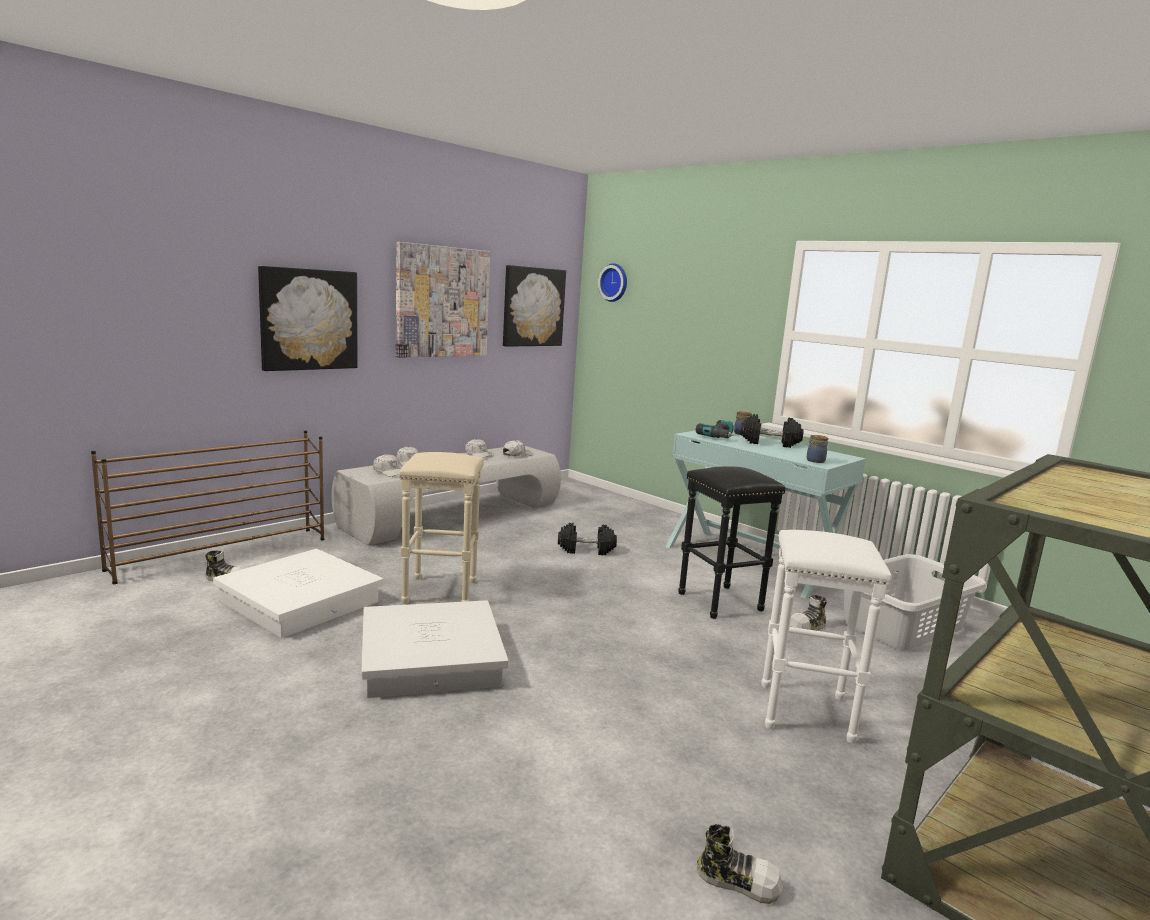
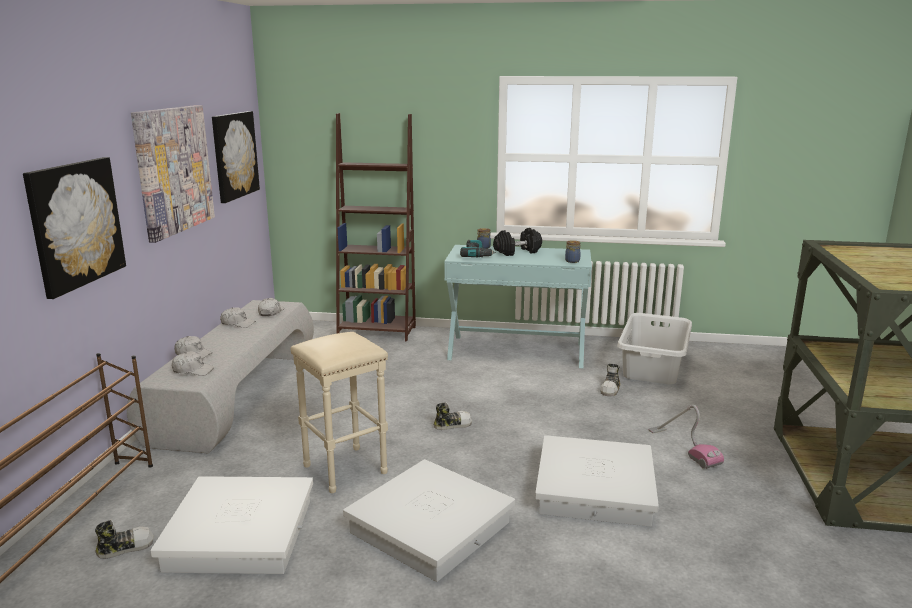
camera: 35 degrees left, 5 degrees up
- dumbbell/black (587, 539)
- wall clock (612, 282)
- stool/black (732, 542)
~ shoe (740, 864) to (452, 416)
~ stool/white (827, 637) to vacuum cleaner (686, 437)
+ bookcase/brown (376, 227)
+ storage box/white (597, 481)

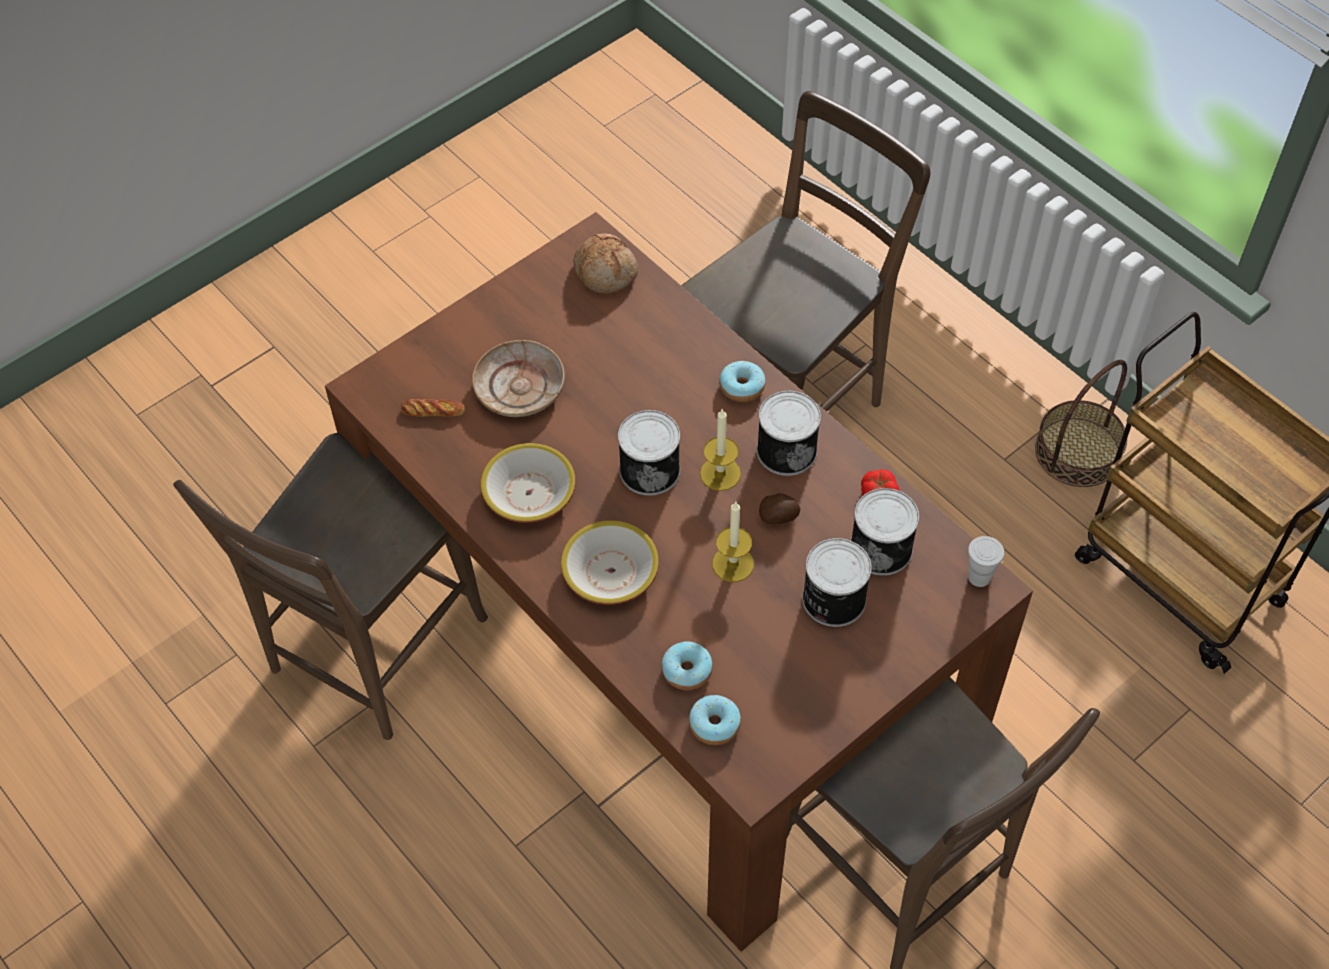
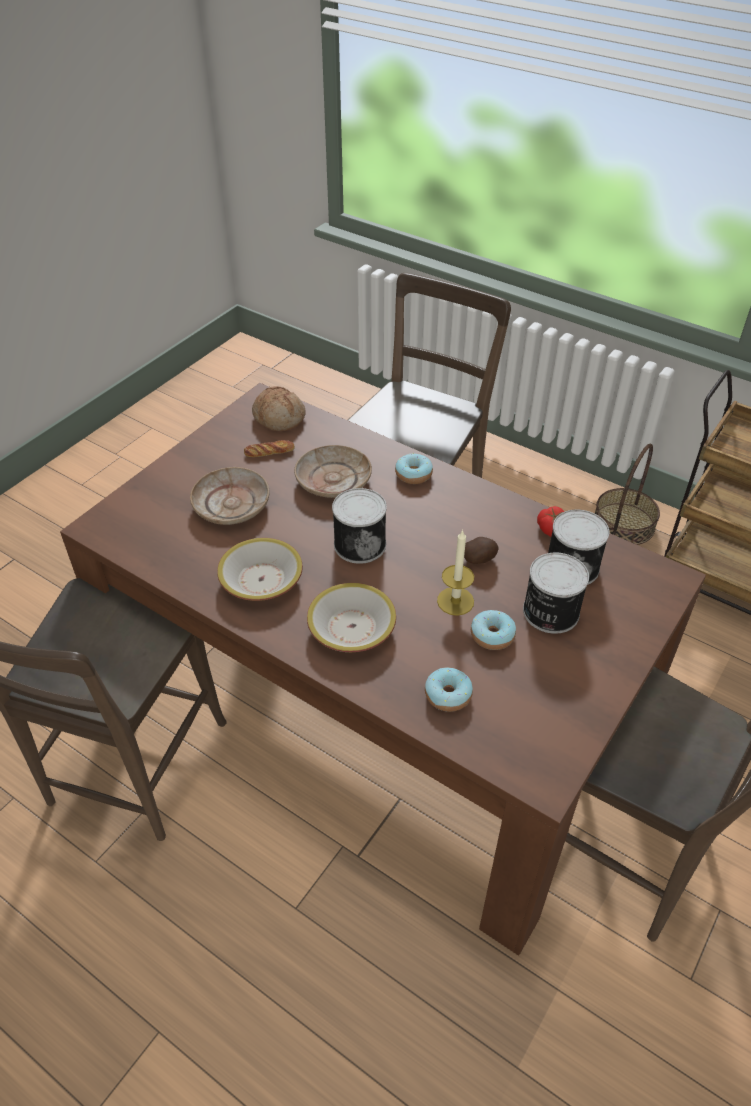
camera: 15 degrees left, 10 degrees down
~ bread (433, 408) to (269, 448)
~ donut (715, 720) to (493, 630)
- candle (720, 449)
- can (789, 433)
- cup/white (986, 561)
+ plate/beige (333, 471)

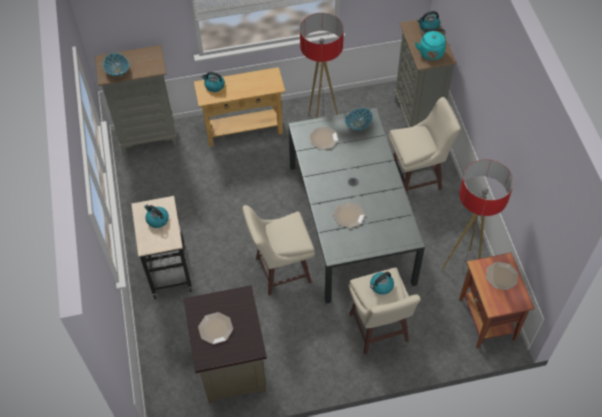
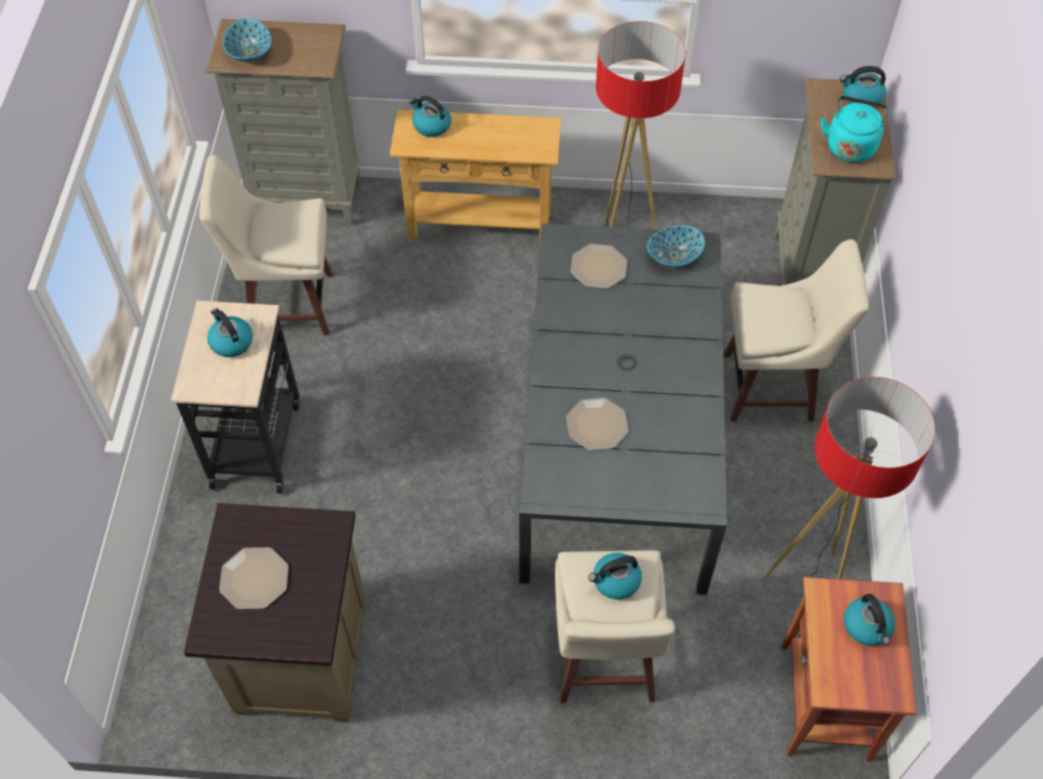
camera: 15 degrees right, 0 degrees up
~ stool/beige (278, 250) to (266, 245)
~ plate (502, 276) to kettle (869, 620)

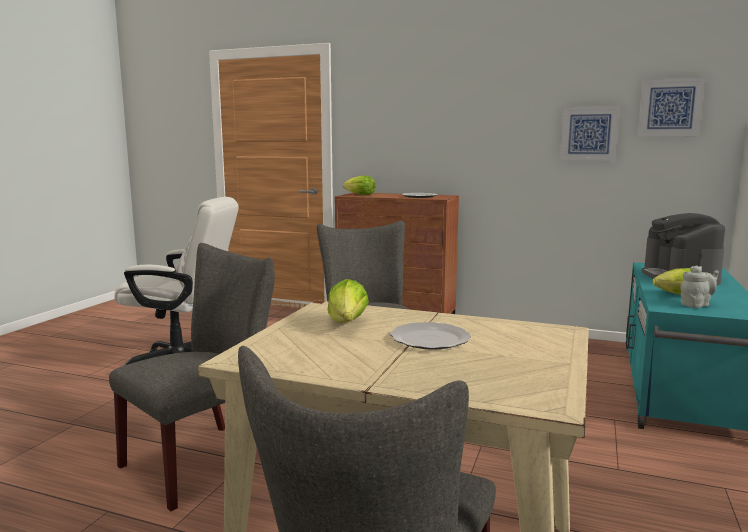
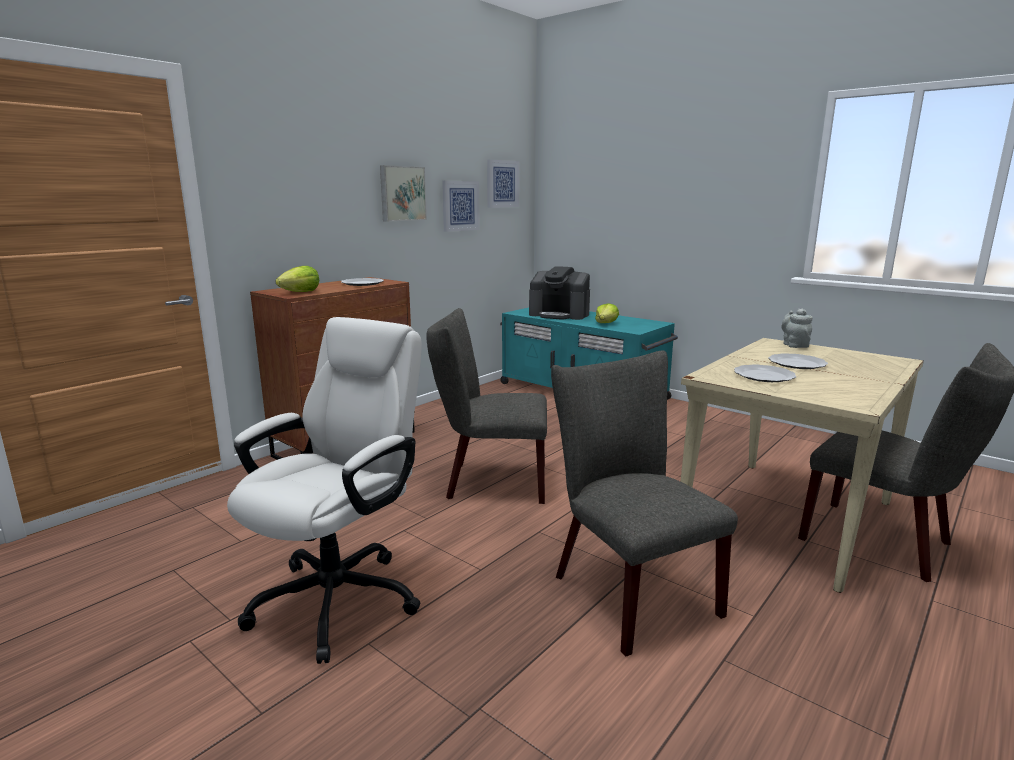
camera: 70 degrees left, 5 degrees up
~ lettuce (348, 301) to plate (765, 373)
~ teapot/grey (700, 286) to (797, 328)
+ picture (403, 193)

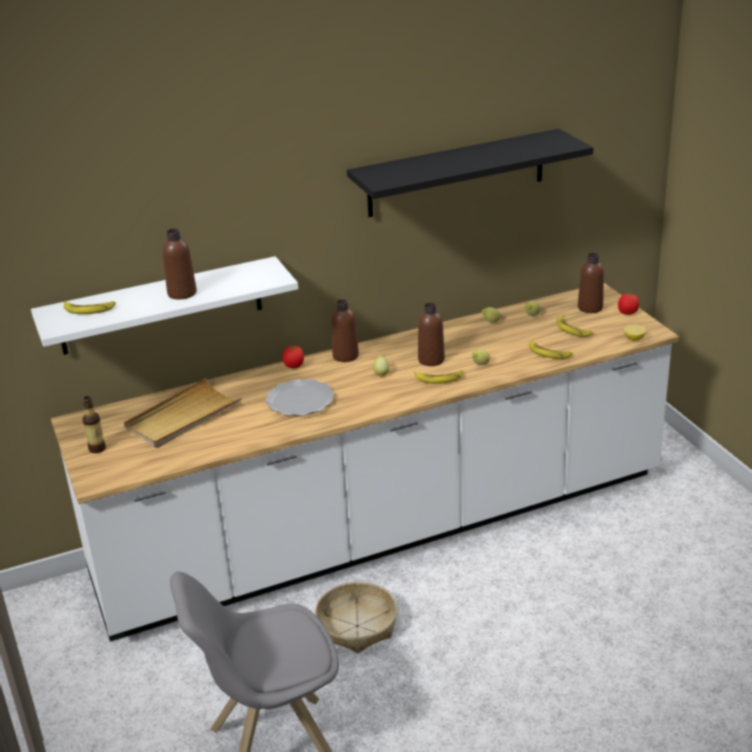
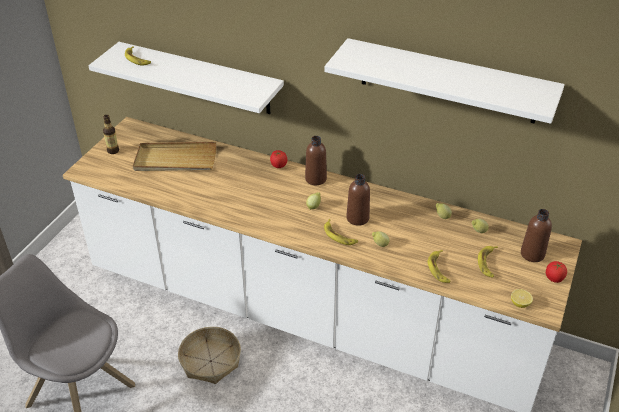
camera: 45 degrees right, 10 degrees up
- bottle/brown (179, 264)
- plate (300, 397)
~ shelf/black (470, 173) to shelf/white (444, 81)

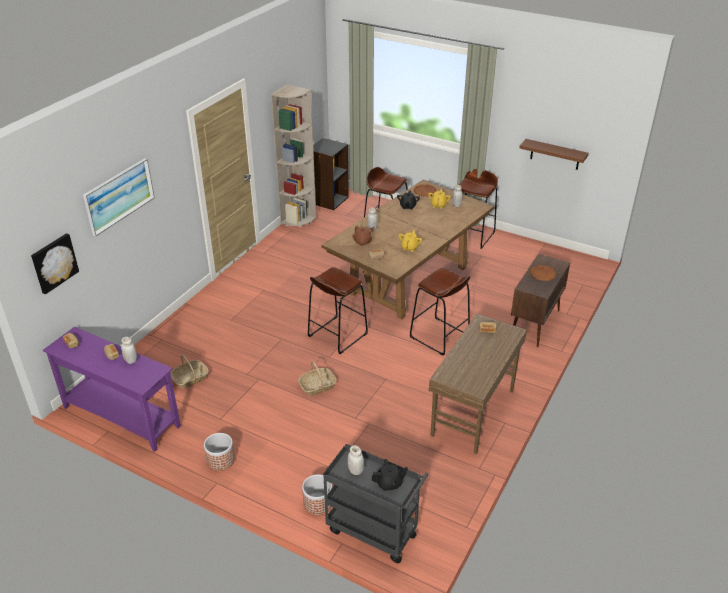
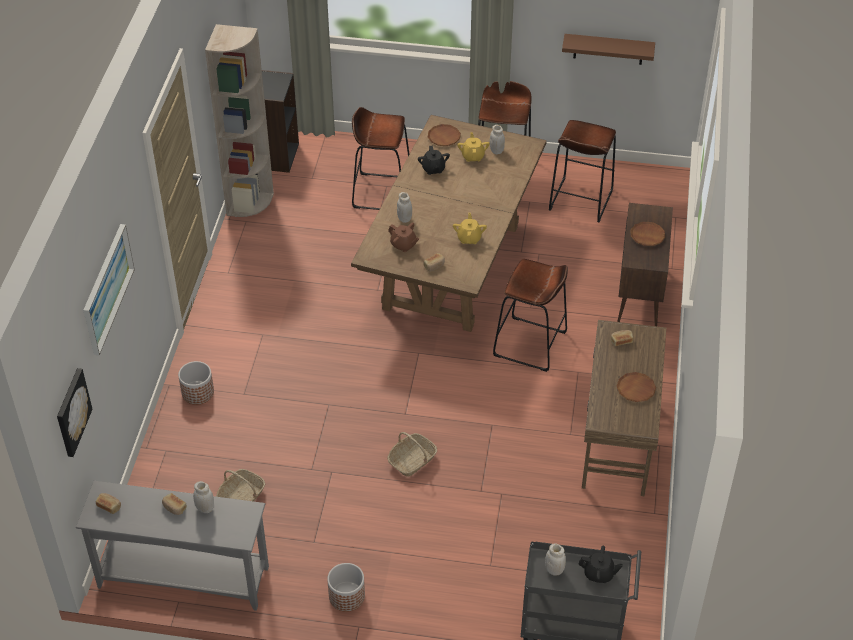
camera: 20 degrees left, 10 degrees up
~ console table/purple (112, 389) to console table/grey (172, 546)
~ planter (317, 494) to (196, 383)
~ stool/brown (338, 310) to (582, 171)
~ teapot/black (390, 475) = (600, 564) 45 degrees clockwise
+ plate/brown (636, 387)

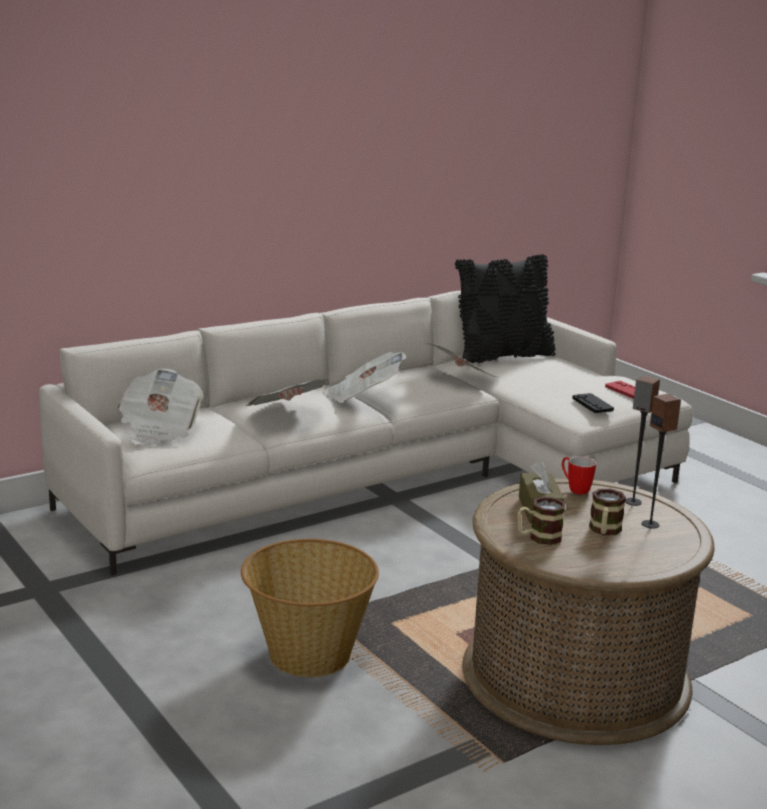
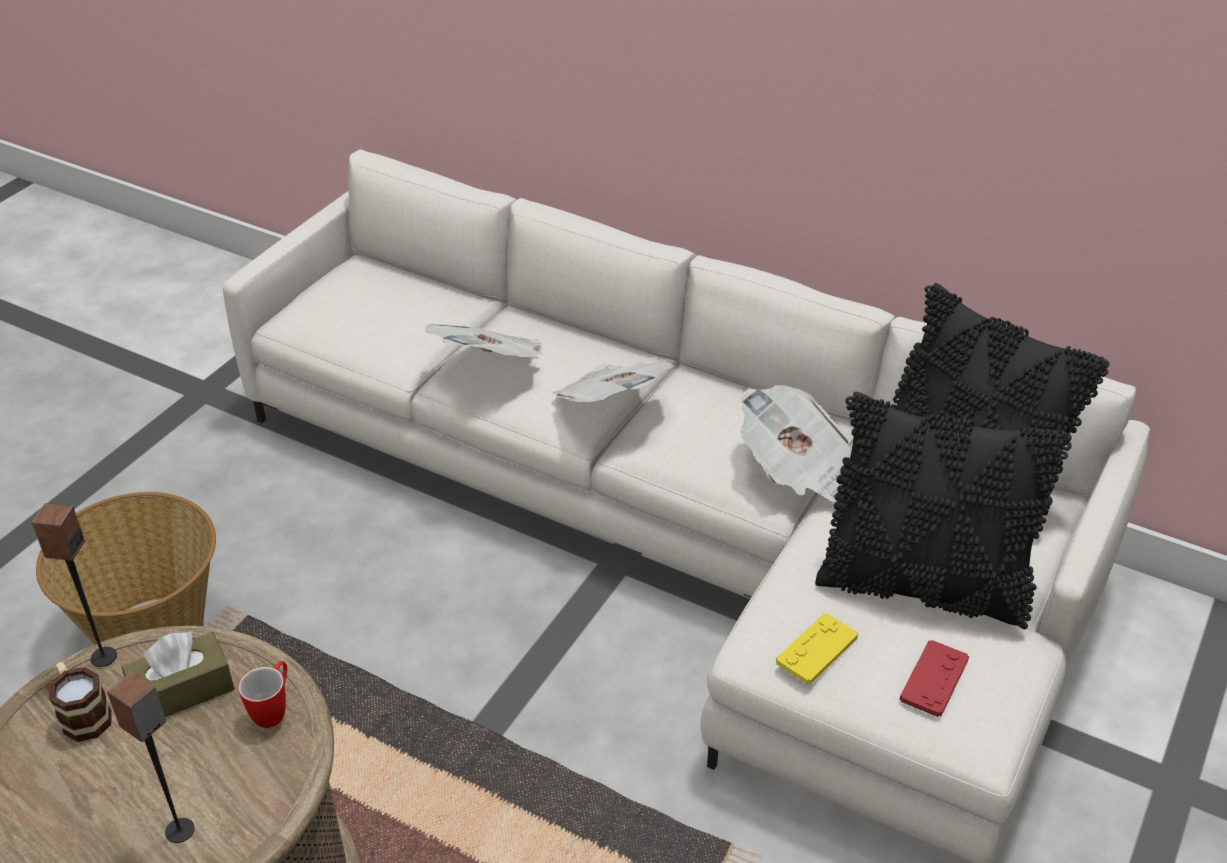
camera: 65 degrees right, 20 degrees up
- newspaper (161, 407)
~ game controller/black (593, 403) to game controller/yellow (817, 649)
- mug (607, 512)
~ speaker (642, 441) to (74, 585)
+ pillow/black (943, 510)

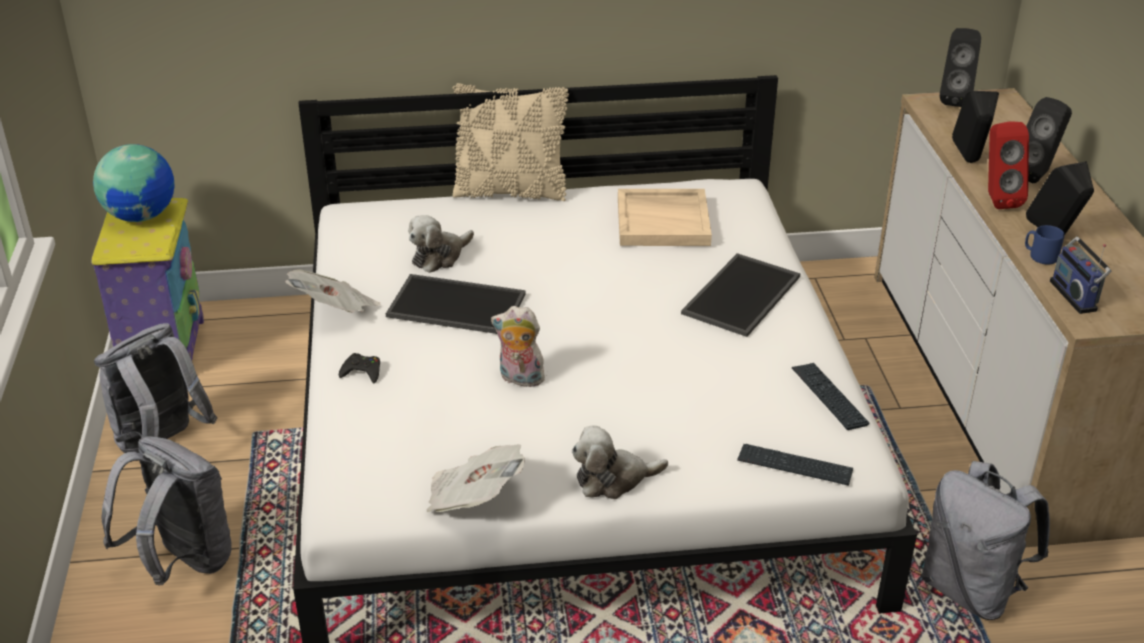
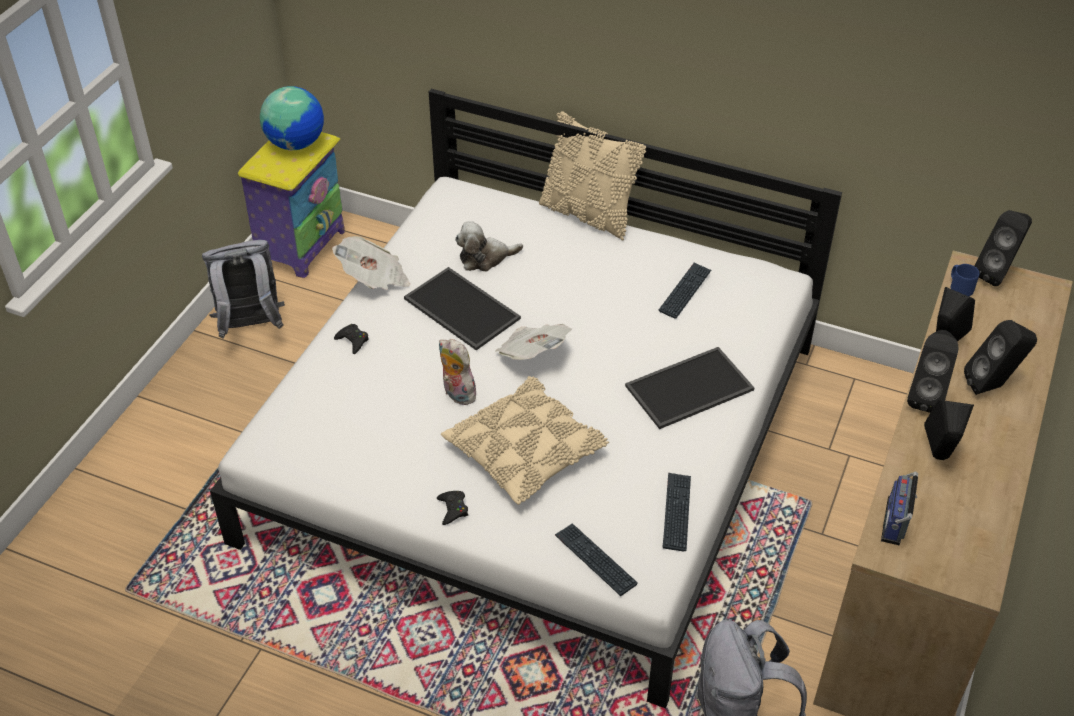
camera: 30 degrees right, 10 degrees up
- backpack/grey (166, 510)
~ newspaper (476, 478) to (534, 342)
~ plush toy (620, 462) to game controller/black (452, 508)
~ tray/beige (665, 217) to keyboard (684, 290)
~ speaker/red (1008, 165) to speaker/black (932, 371)
~ mug/blue (1044, 244) to (964, 280)
+ pillow/beige (525, 440)

